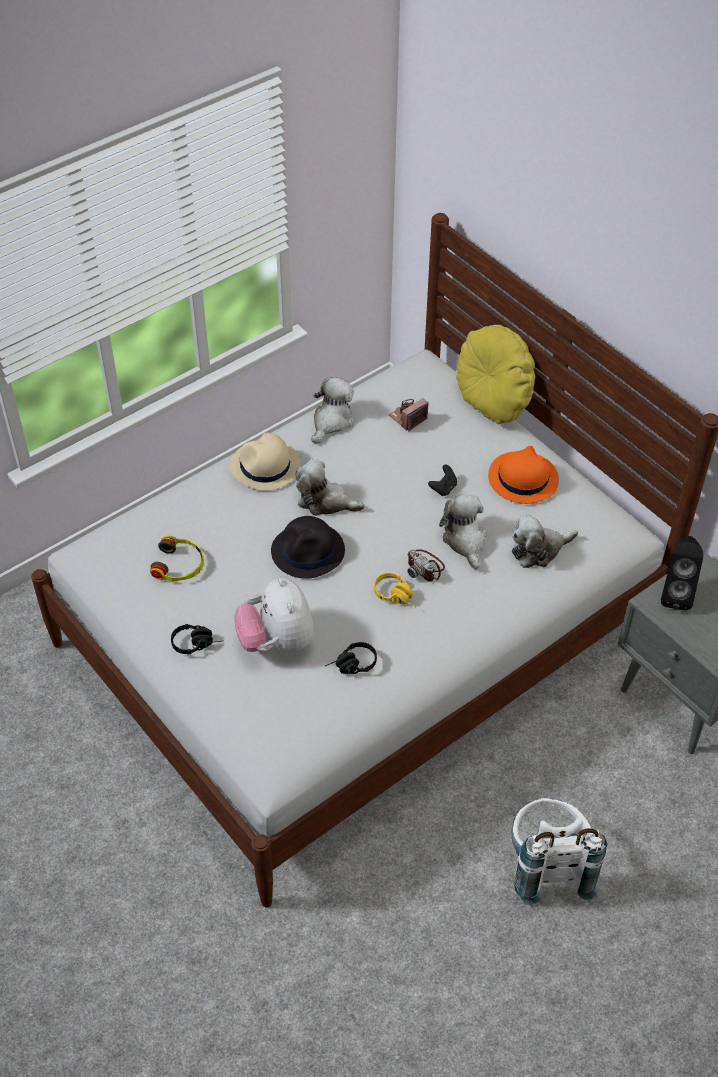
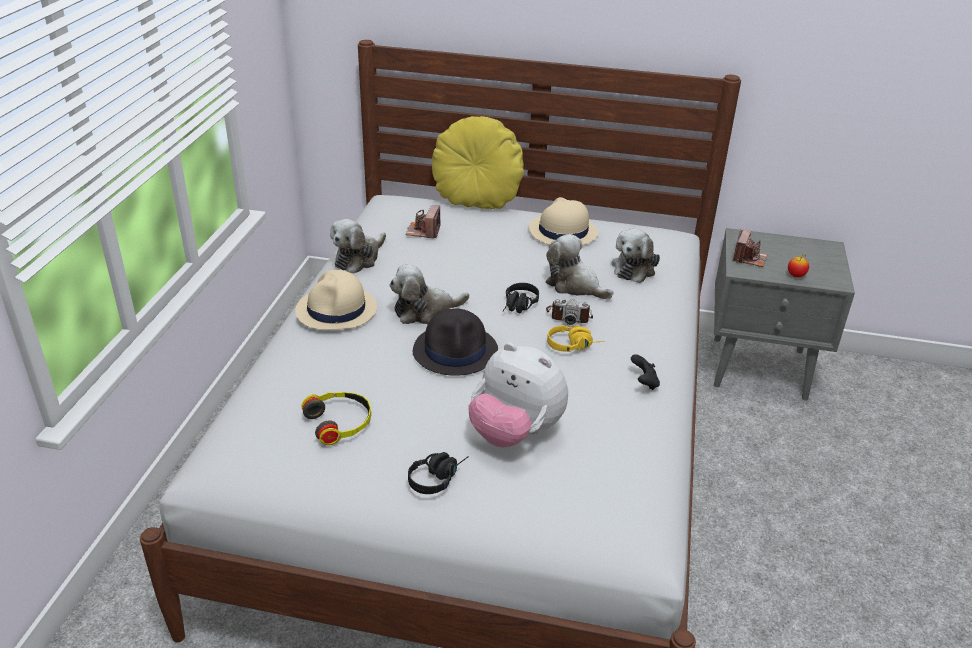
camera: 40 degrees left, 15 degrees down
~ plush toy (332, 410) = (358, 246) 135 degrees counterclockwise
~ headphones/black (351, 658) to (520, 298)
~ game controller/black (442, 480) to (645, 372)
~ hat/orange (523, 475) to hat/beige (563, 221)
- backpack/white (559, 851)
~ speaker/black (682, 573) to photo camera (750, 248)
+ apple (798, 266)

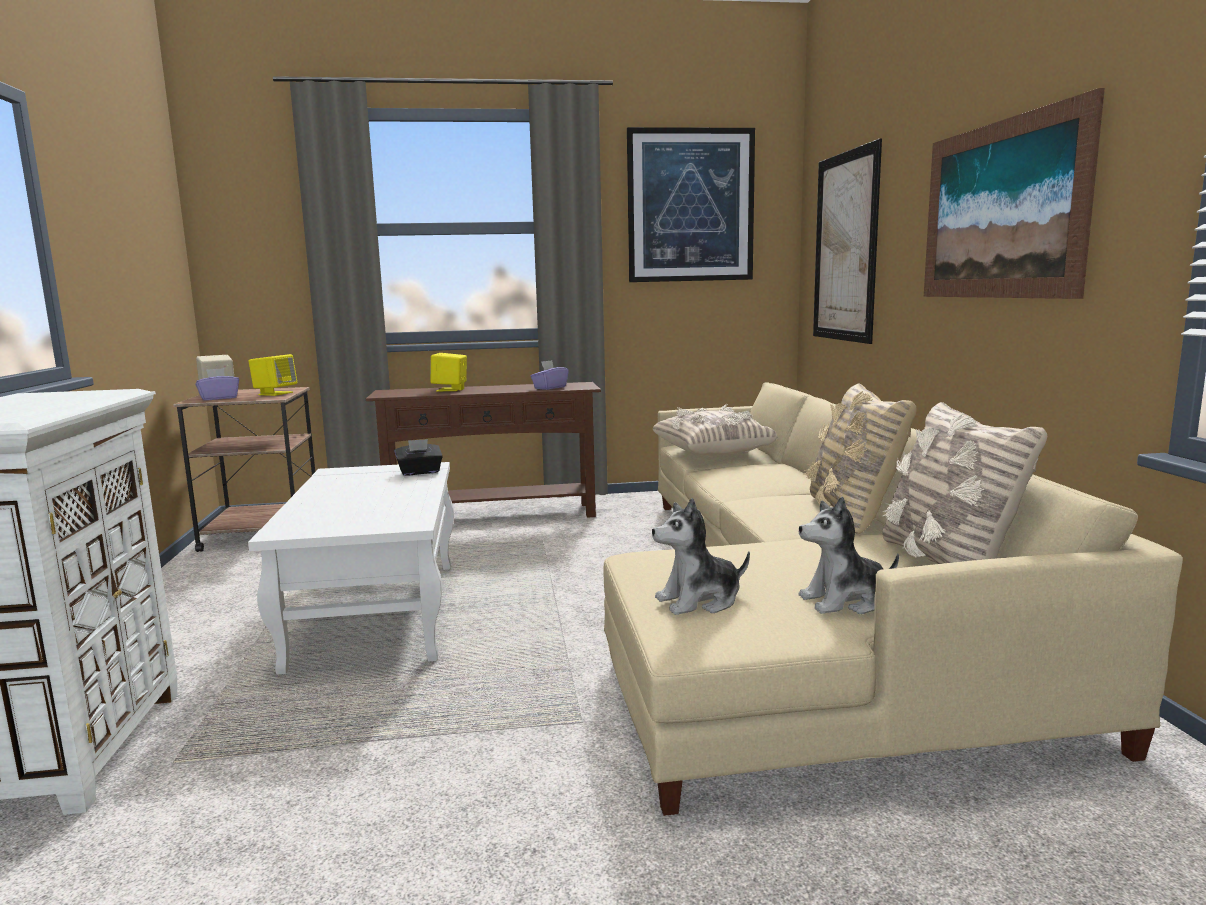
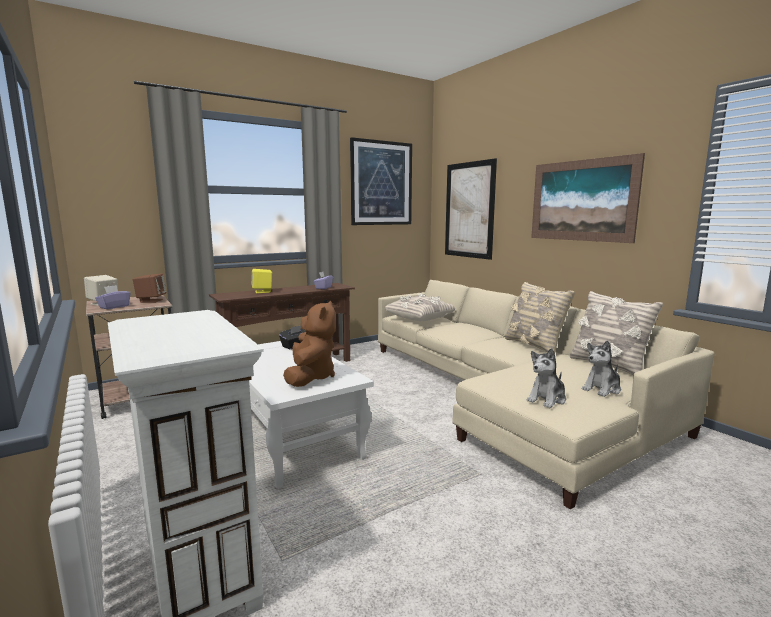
camera: 25 degrees left, 0 degrees up
~ speaker/yellow (272, 375) to speaker/brown (149, 288)
+ plush toy/brown (309, 344)

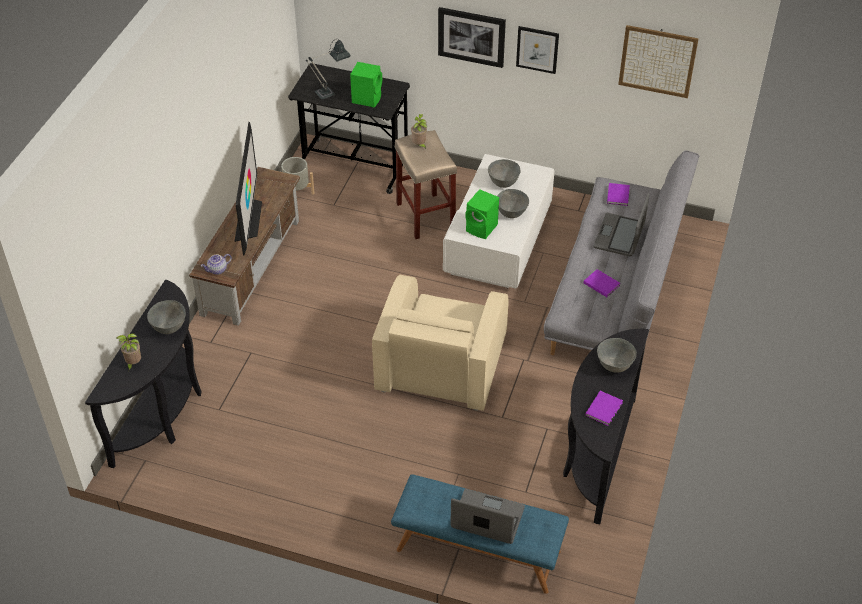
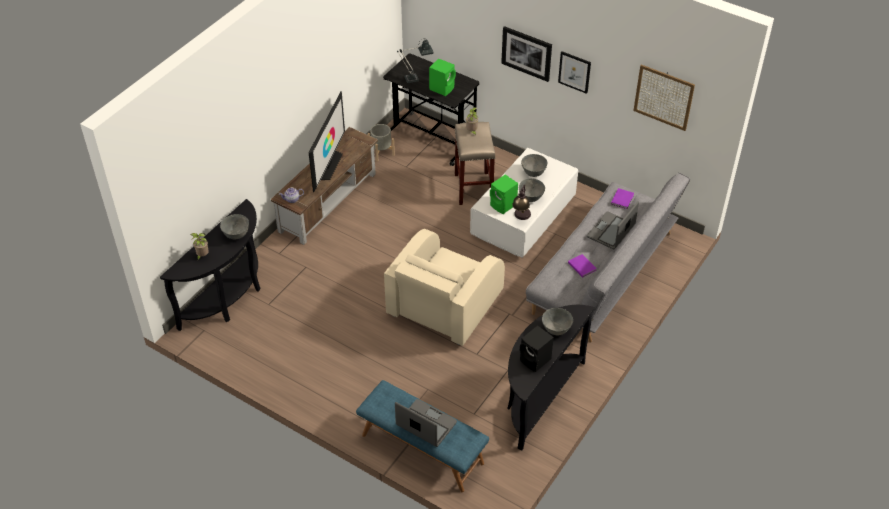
camera: 15 degrees right, 0 degrees up
~ book/purple (604, 408) to speaker/black (537, 349)
+ table lamp (521, 202)

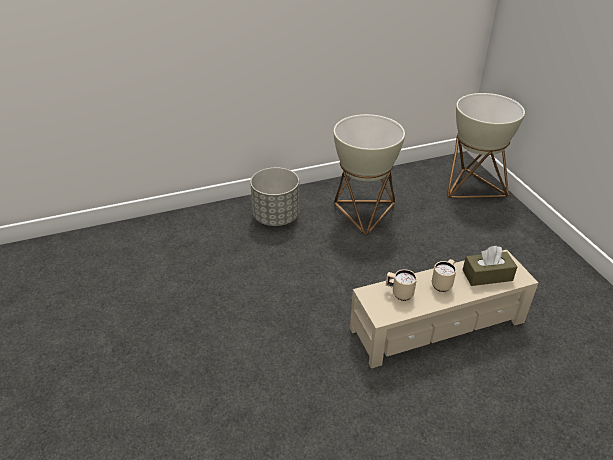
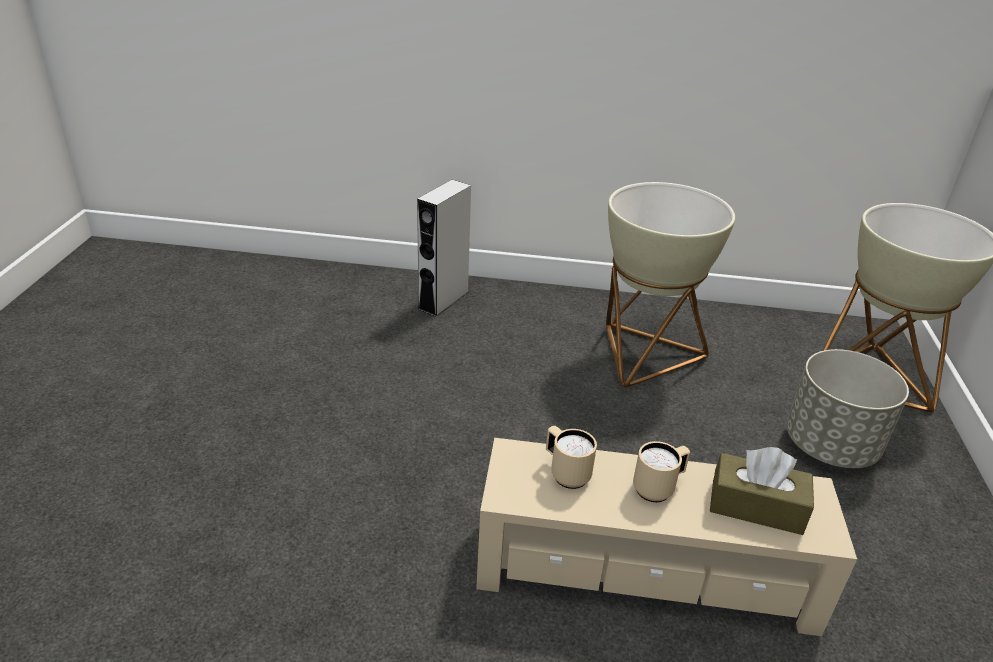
camera: 25 degrees right, 5 degrees down
~ planter/grey (274, 196) to (848, 408)
+ speaker/grey (444, 248)

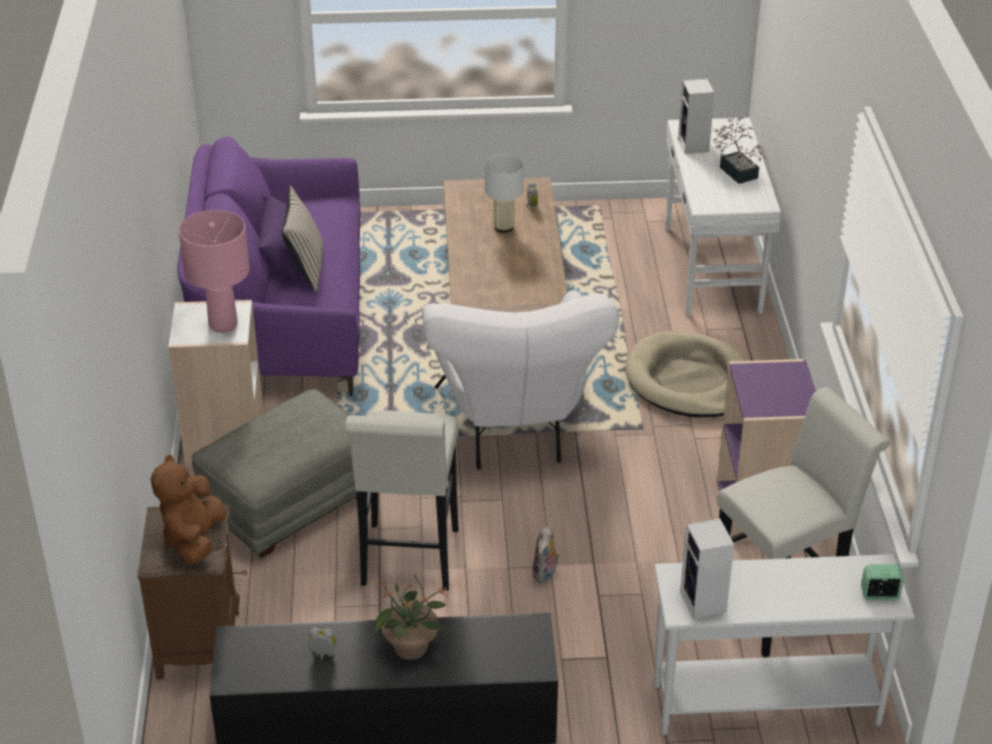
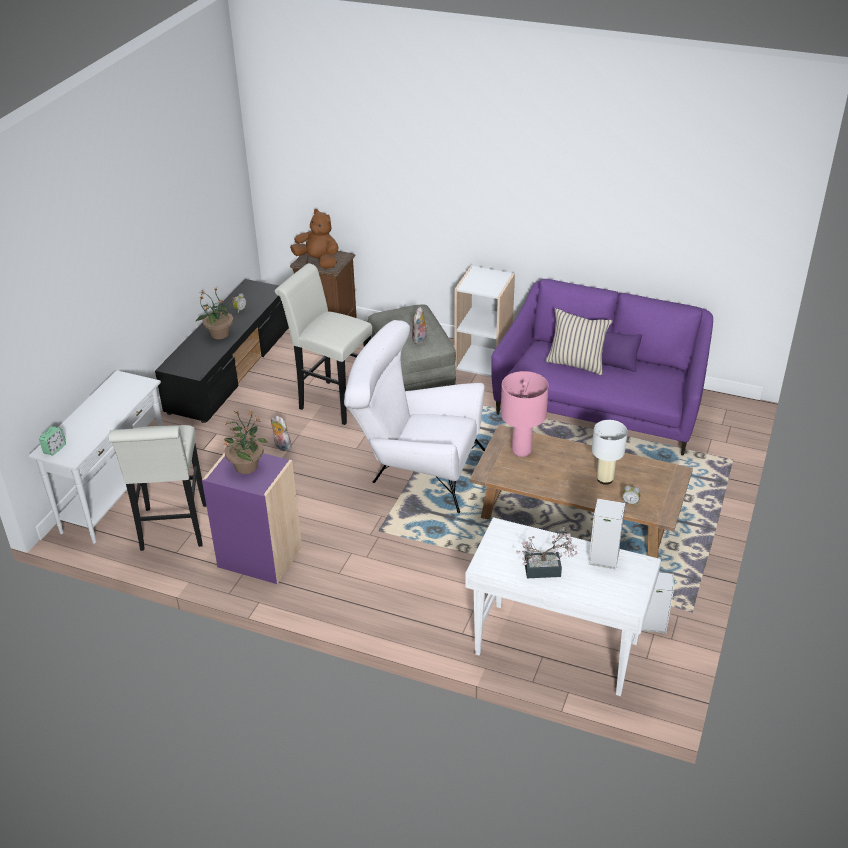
camera: 115 degrees right, 0 degrees up
~ table lamp/pink (214, 271) to (525, 414)
- dog bed/beige (686, 374)
~ speaker (707, 568) to (658, 603)
+ potted plant (245, 442)
+ plush toy (420, 325)

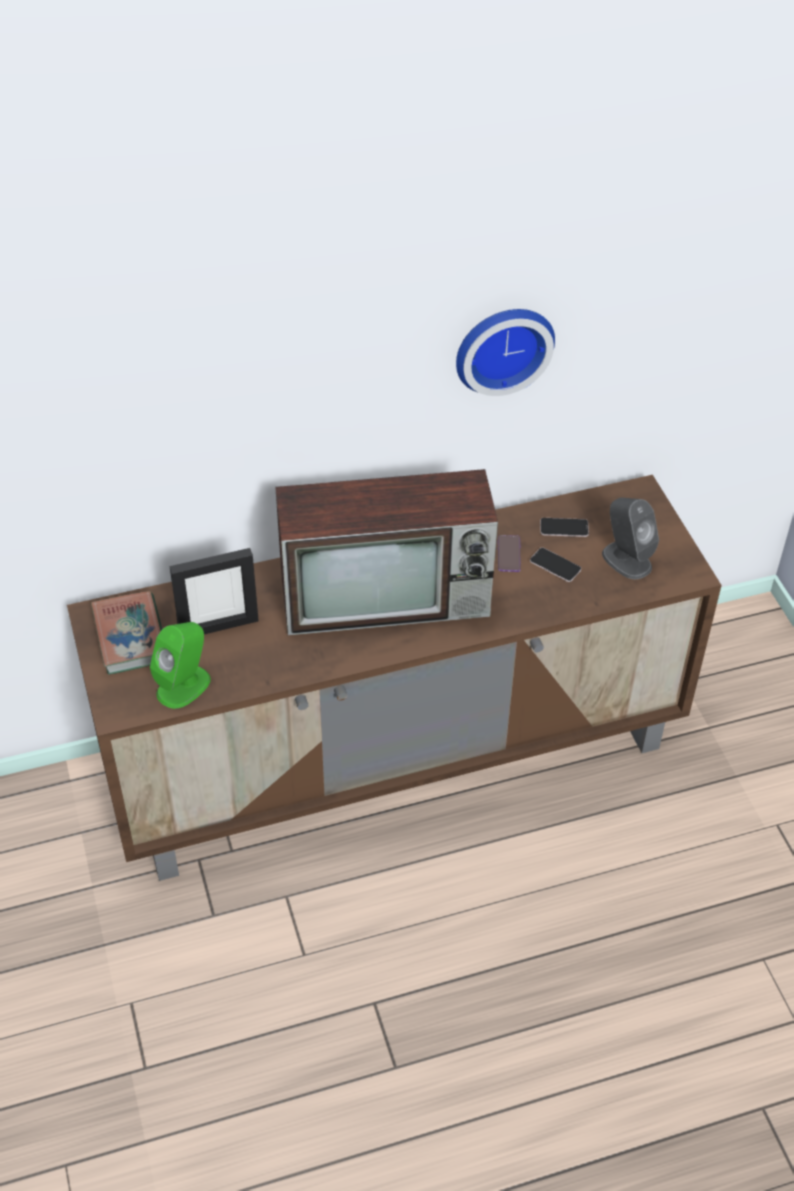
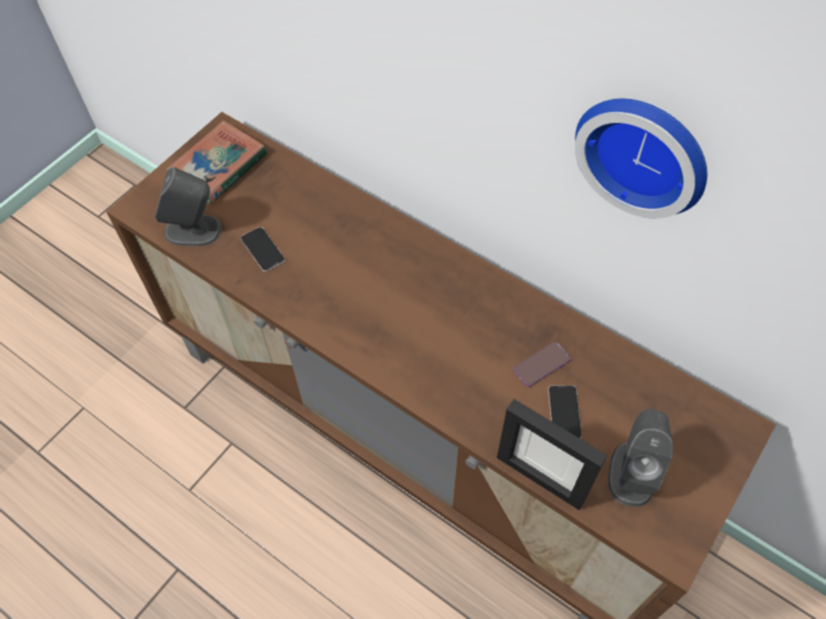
camera: 55 degrees right, 10 degrees up
~ speaker/green (180, 665) to speaker/grey (188, 206)
~ picture frame (214, 591) to (552, 454)
- television (386, 552)
~ phone (564, 527) to (263, 249)

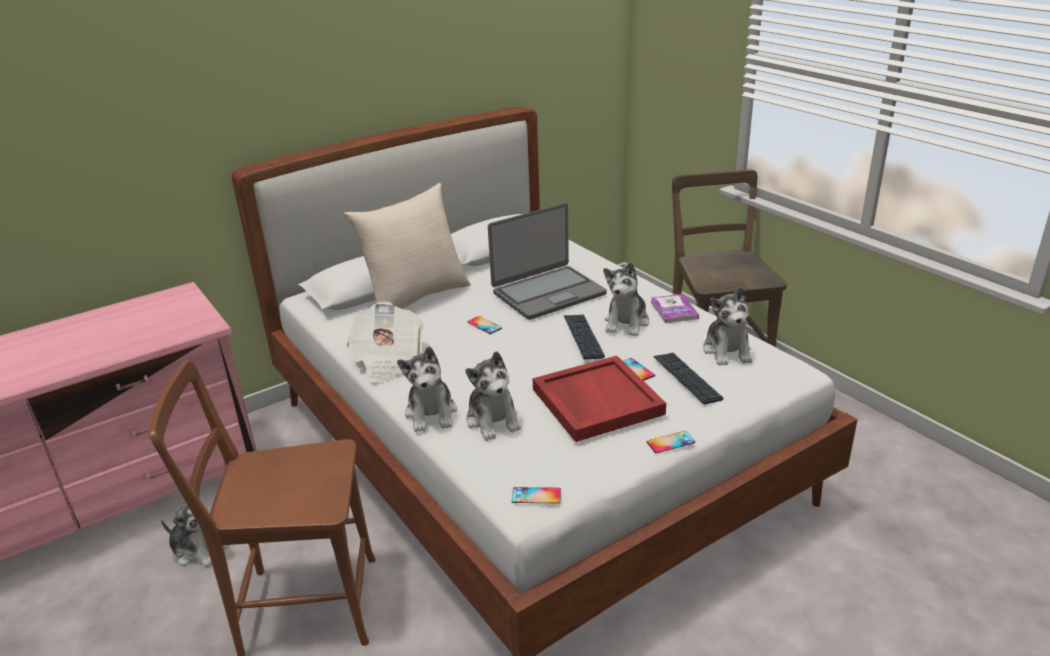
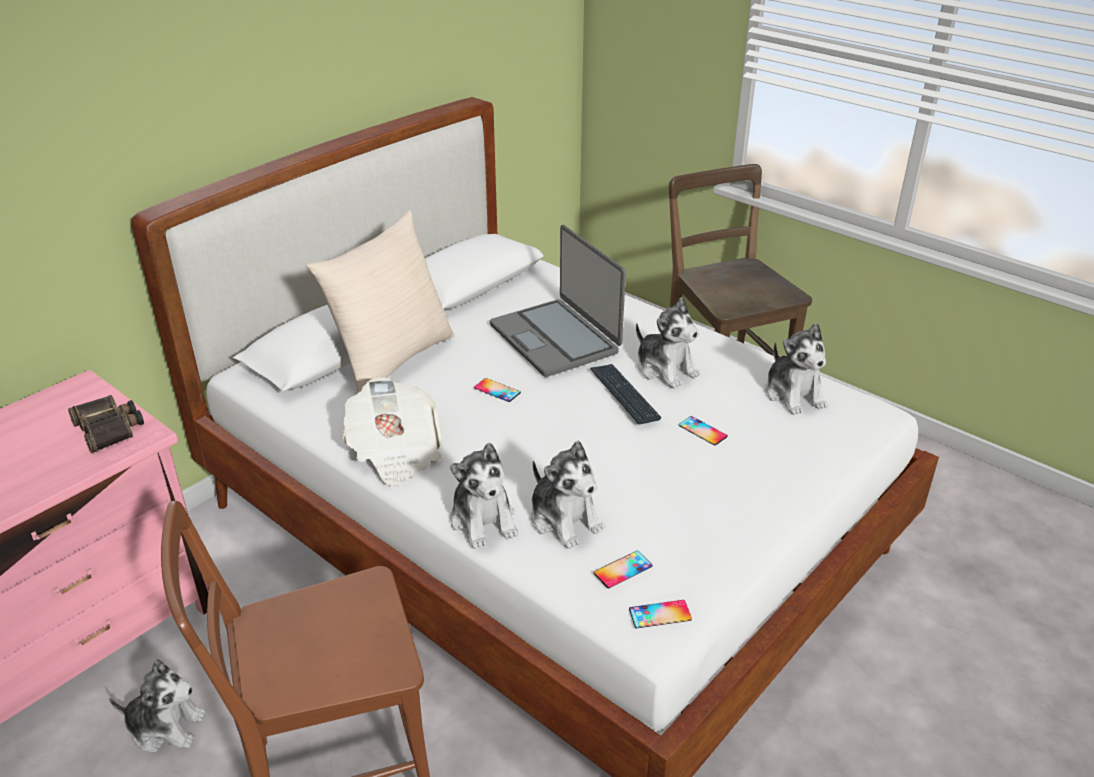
camera: 15 degrees left, 5 degrees up
~ laptop (547, 261) = (558, 301) 105 degrees clockwise
- tray/red (599, 399)
~ plush toy (626, 299) = (668, 342) 45 degrees counterclockwise
~ phone (671, 442) to (623, 569)
- book (675, 308)
- keyboard (689, 378)
+ binoculars (106, 424)

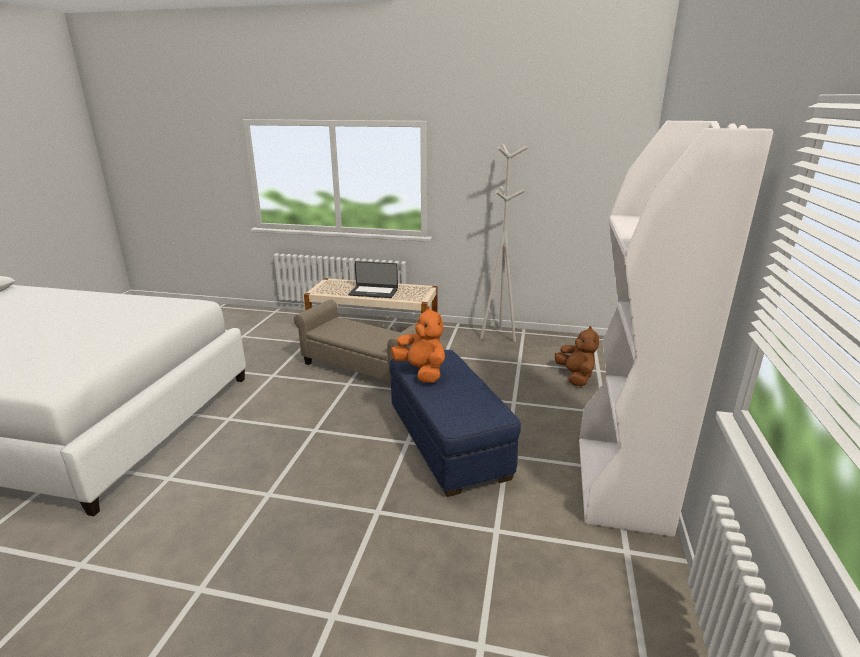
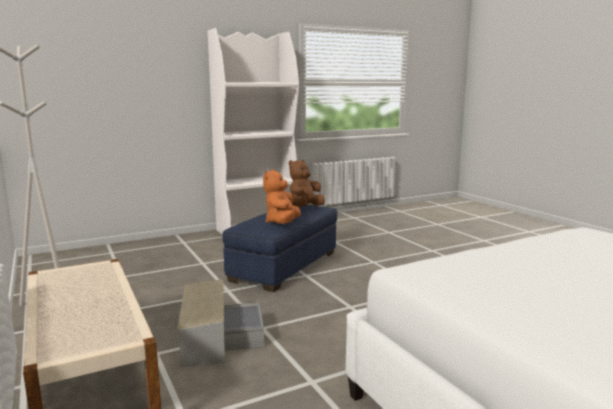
camera: 130 degrees left, 10 degrees down
~ ottoman/beige (355, 340) to storage box/grey (220, 323)
- laptop (373, 279)
~ plush toy/brown (577, 356) to (307, 183)

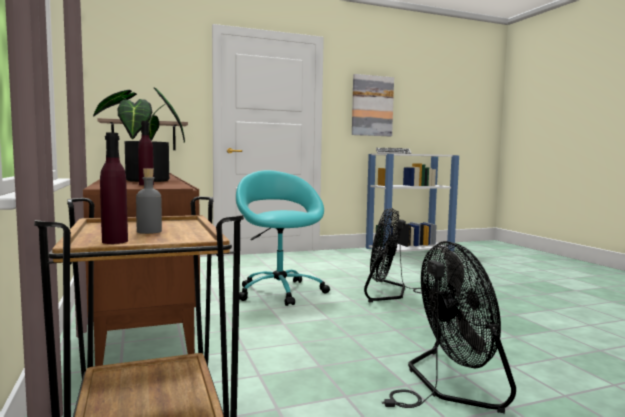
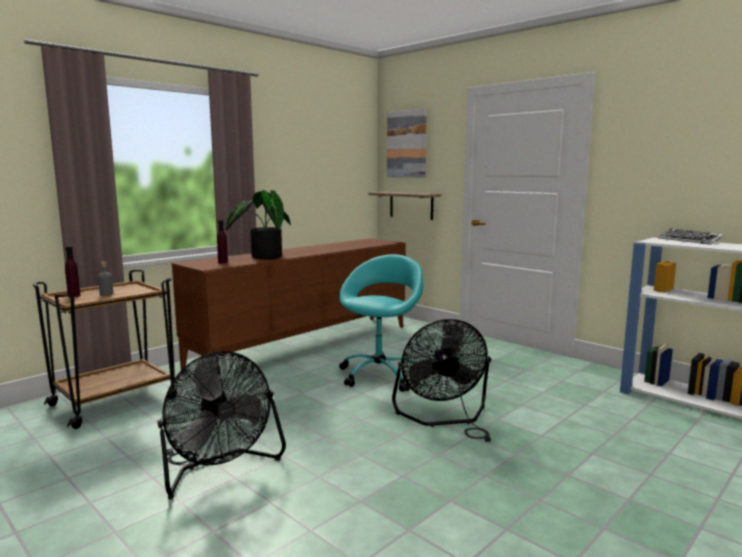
camera: 65 degrees right, 5 degrees up
~ picture (373, 105) to (407, 143)

